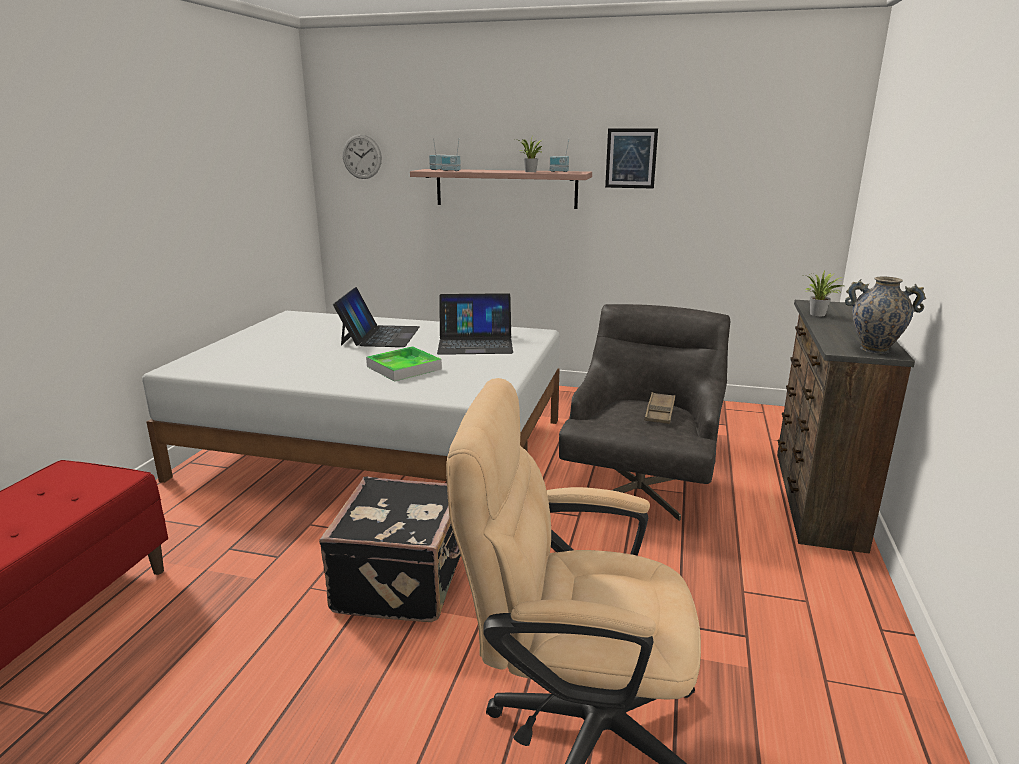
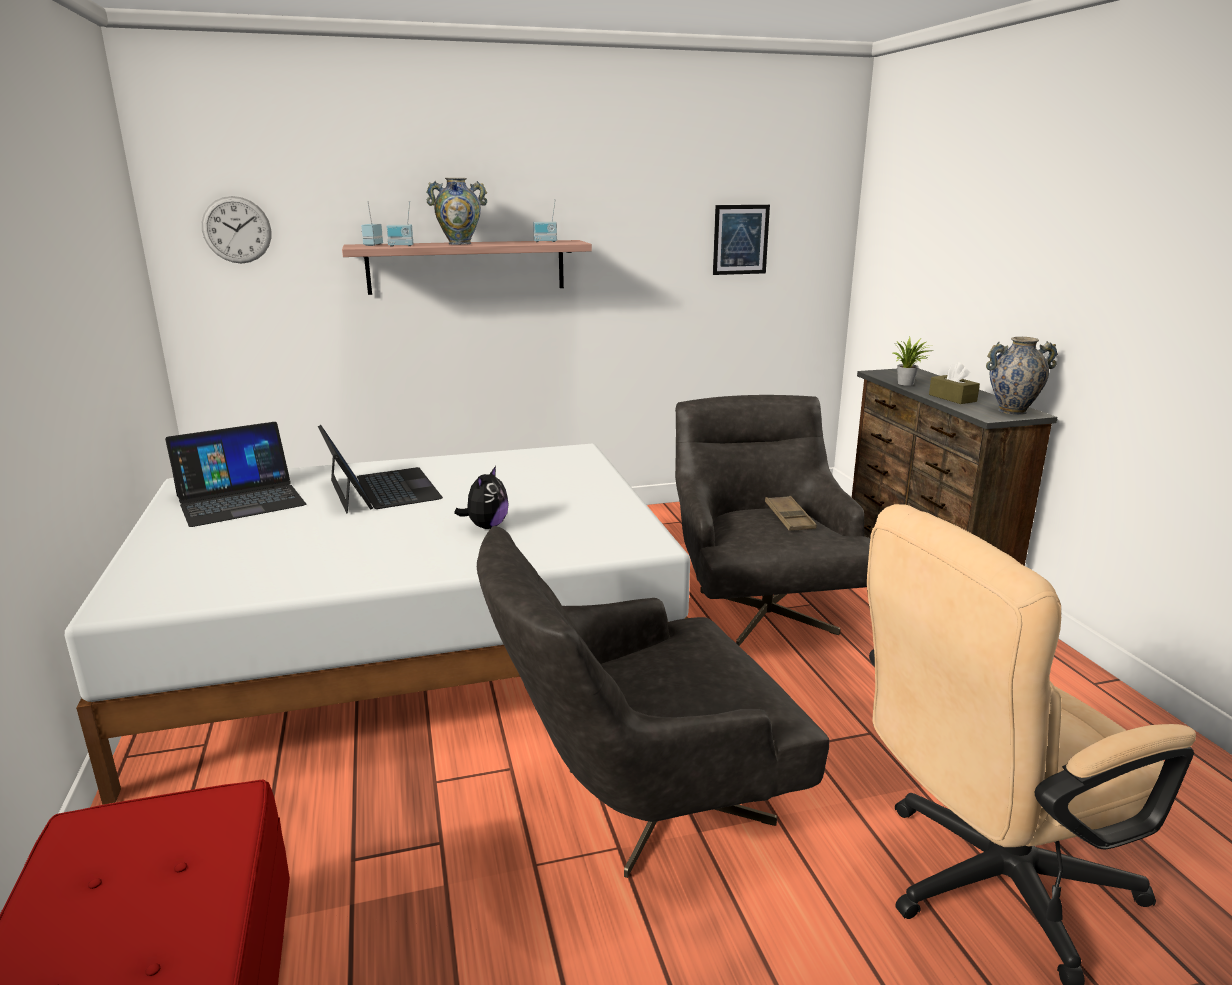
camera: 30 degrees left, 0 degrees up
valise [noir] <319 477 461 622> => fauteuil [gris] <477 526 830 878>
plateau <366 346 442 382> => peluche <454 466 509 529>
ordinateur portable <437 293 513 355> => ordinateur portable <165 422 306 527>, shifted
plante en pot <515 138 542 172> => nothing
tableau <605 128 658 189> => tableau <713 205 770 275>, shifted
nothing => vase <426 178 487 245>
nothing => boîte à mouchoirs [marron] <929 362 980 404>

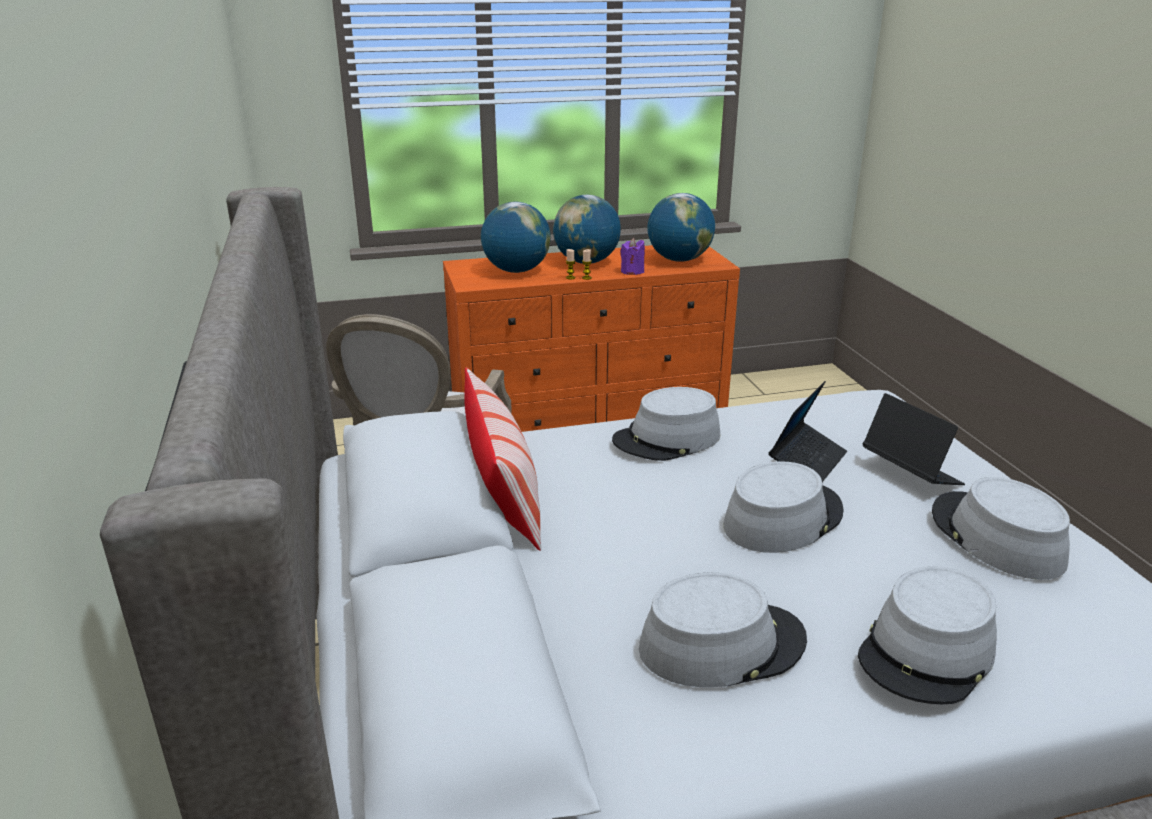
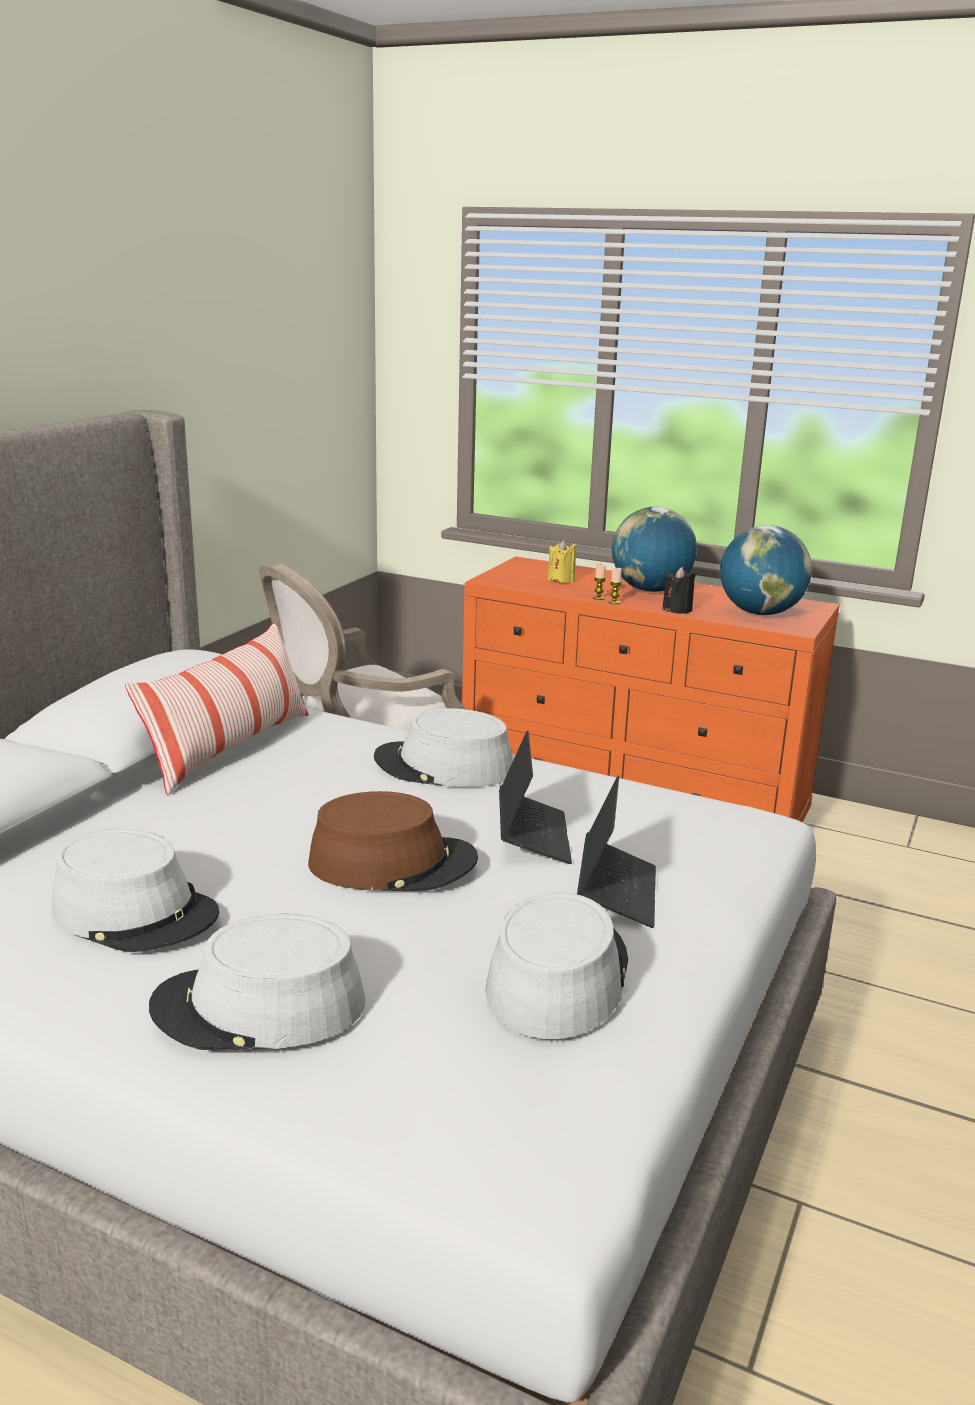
camera: 40 degrees right, 5 degrees down
globe <481 202 551 273> => bougie [jaune] <548 540 577 583>
bougie [violet] <621 238 645 275> => bougie [noir] <663 567 696 613>
chapeau [gris] <723 461 843 553> => chapeau [marron] <308 791 478 891>
ordinateur portable <769 381 847 482> => ordinateur portable <499 730 572 864>, 75 degrees counterclockwise

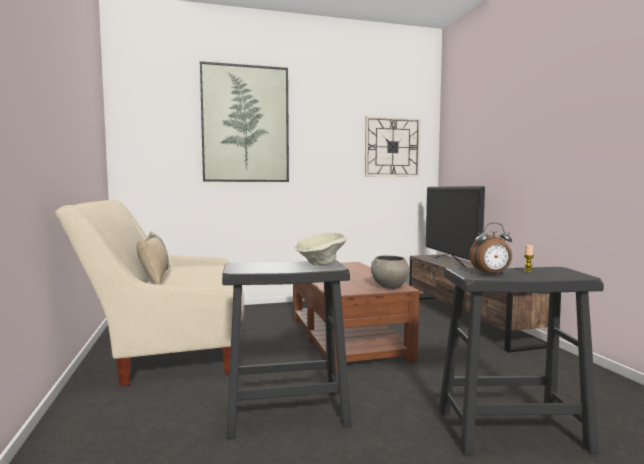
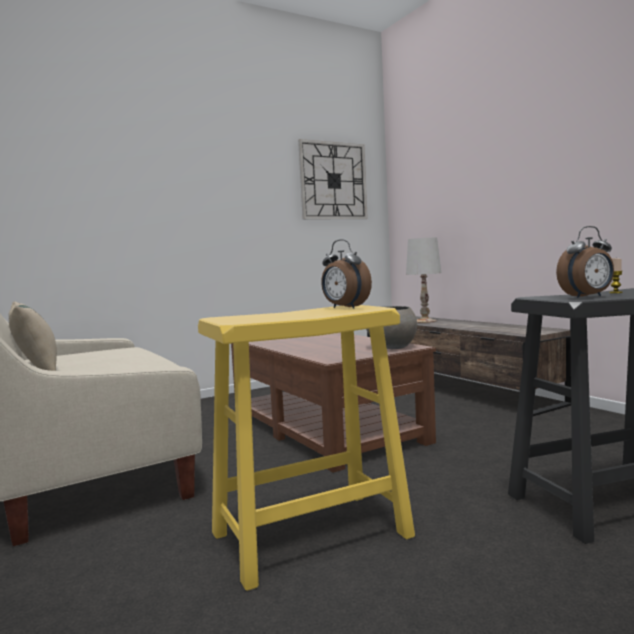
camera: 15 degrees left, 0 degrees up
tableau <200 61 289 182> => nothing
tabouret [noir] <222 260 352 439> => tabouret [jaune] <198 305 415 591>
bol [beige] <295 232 347 266> => réveil <321 239 372 309>
téléviseur <426 186 485 267> => lampe de table [blanc] <406 238 441 323>

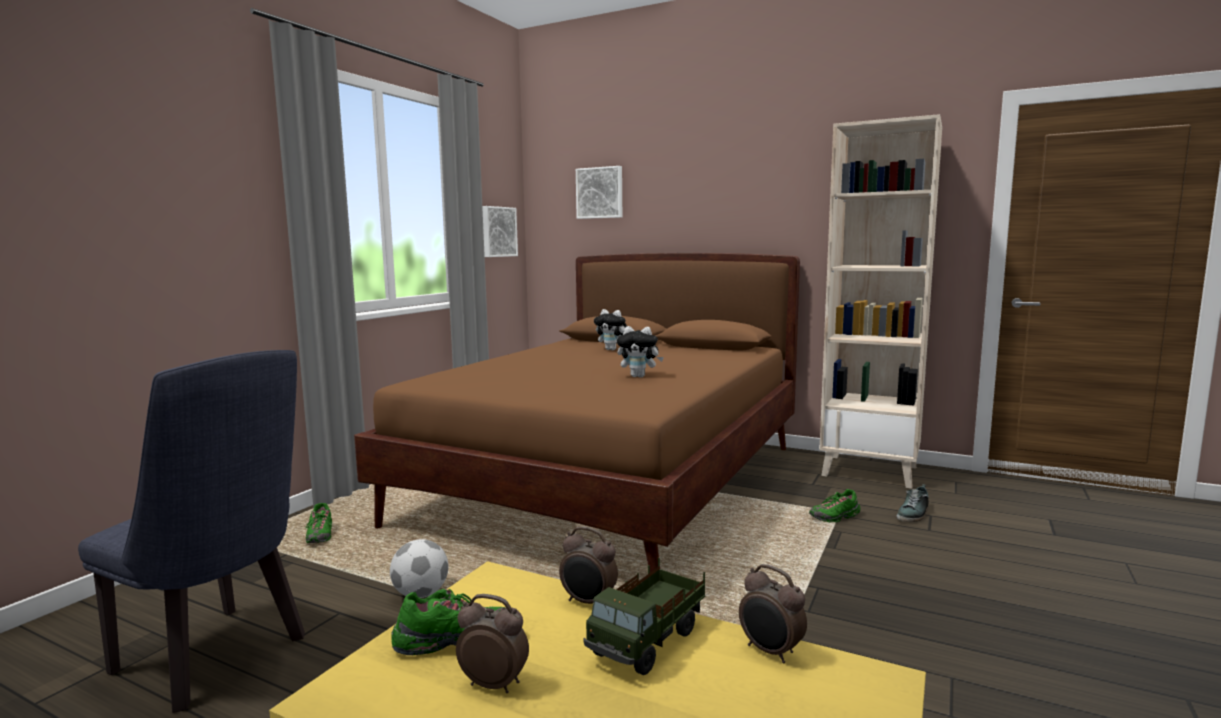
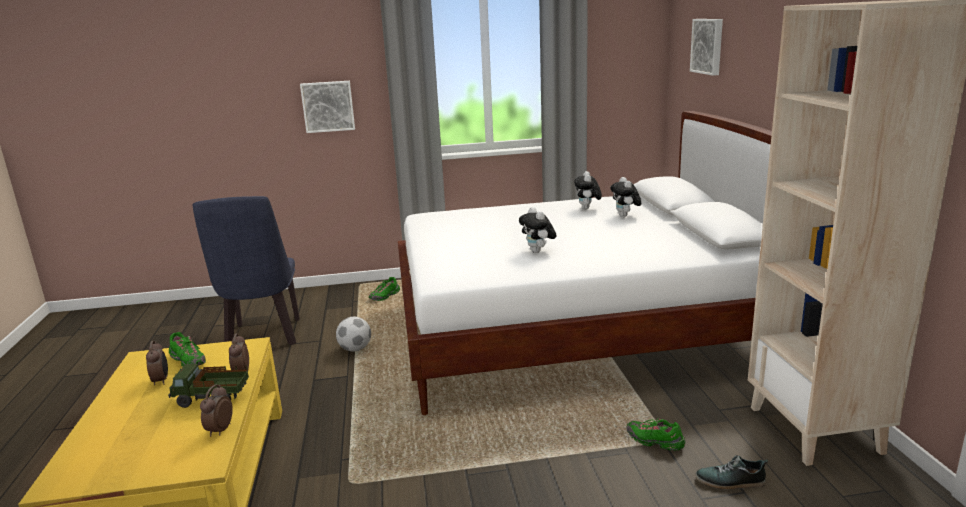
camera: 55 degrees right, 10 degrees up
lit [marron] <354 253 800 572> => lit [blanc] <398 111 772 415>
tableau <482 206 518 257> => tableau <300 81 355 133>, shifted
nothing => peluche <574 171 602 210>

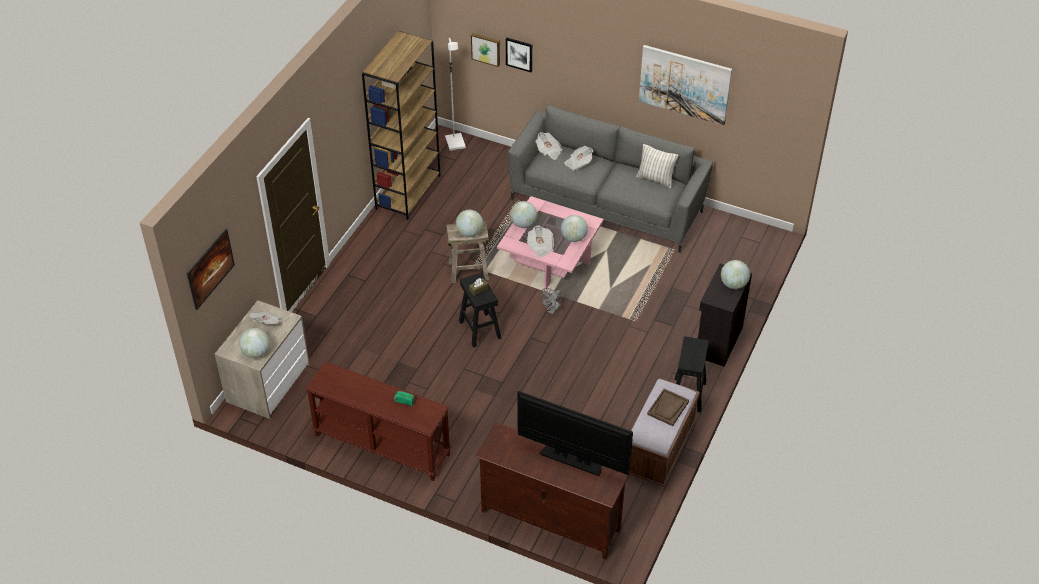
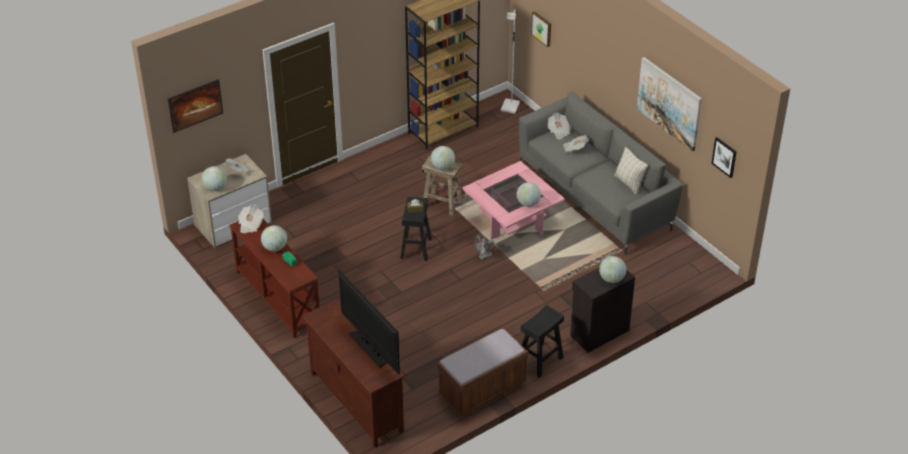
camera: 30 degrees right, 5 degrees down
tableau <506 38 532 72> => tableau <711 137 737 178>, shifted
globe <510 201 537 228> => globe <261 225 287 252>, shifted
journal <527 225 554 258> => journal <238 205 264 233>, shifted
plateau [marron] <647 389 689 426> => nothing

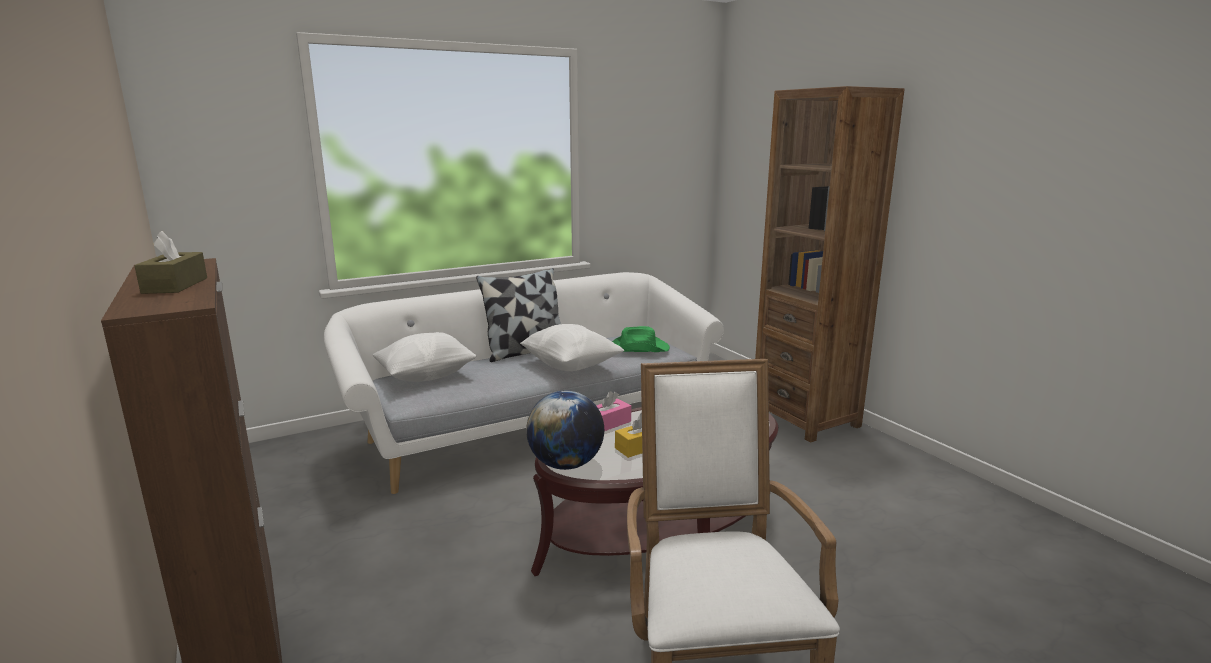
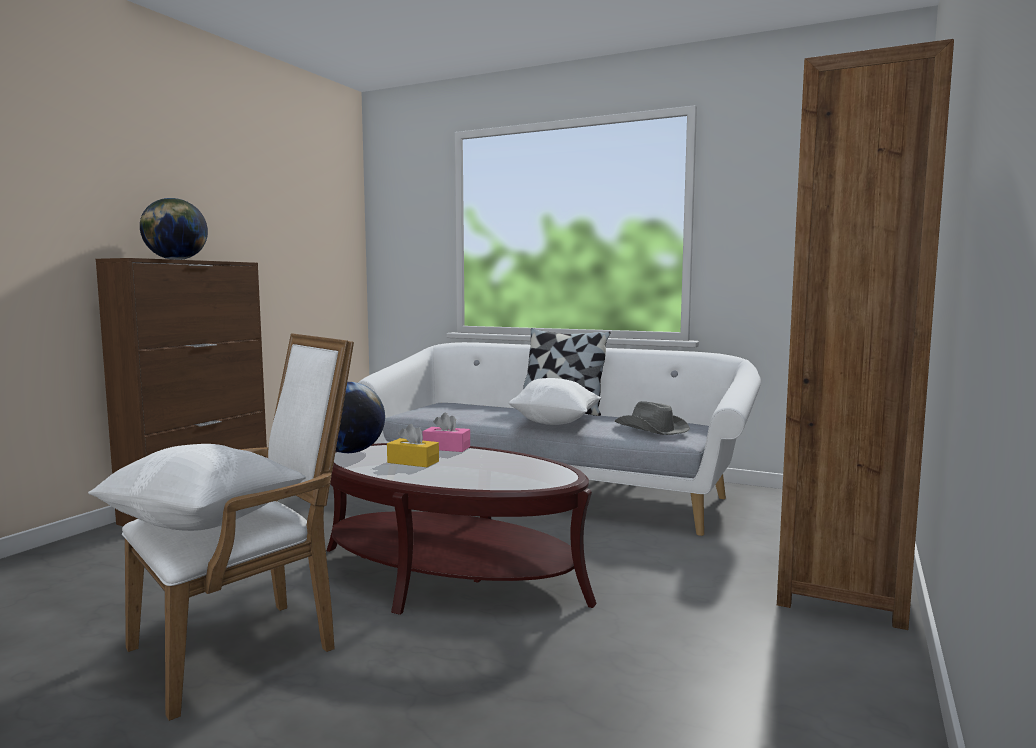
camera: 55 degrees right, 10 degrees down
boîte à mouchoirs [marron] <134 231 207 294> => globe <140 198 208 260>
coussin [blanc] <373 332 477 381> => coussin [blanc] <88 444 306 531>, shifted
chapeau [vert] <612 326 670 352> => chapeau [gris] <615 401 690 435>

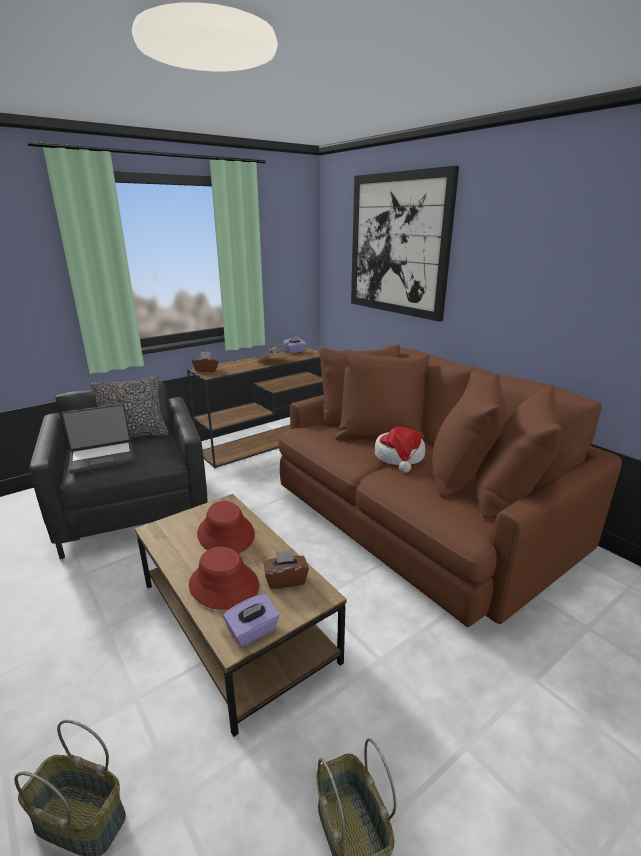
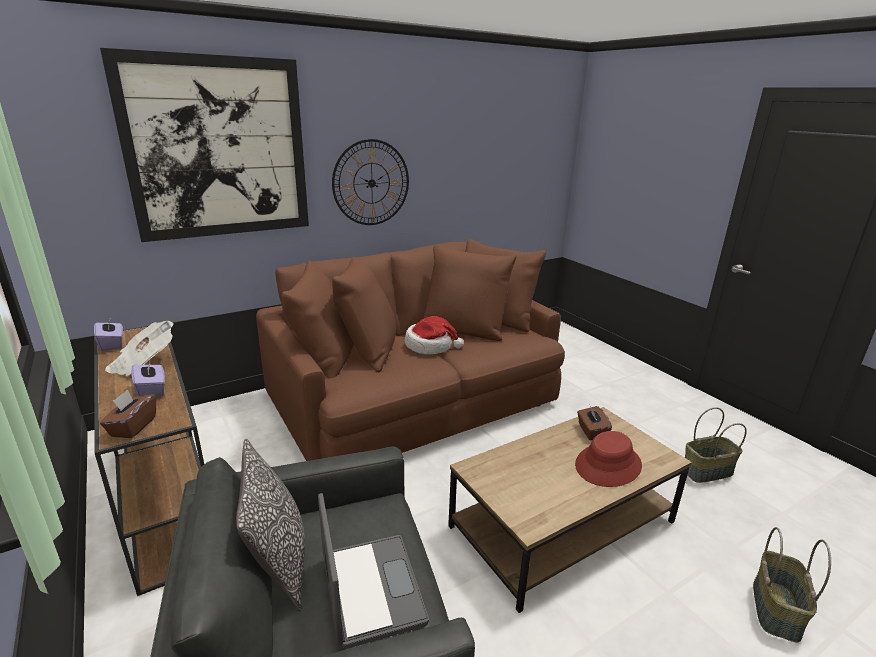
camera: 85 degrees left, 0 degrees up
chapeau [rouge] <197 501 255 554> => nothing
boîte à mouchoirs [violet] <223 594 280 647> => boîte à mouchoirs [violet] <131 357 165 397>, shifted
nothing => horloge murale <332 139 409 225>

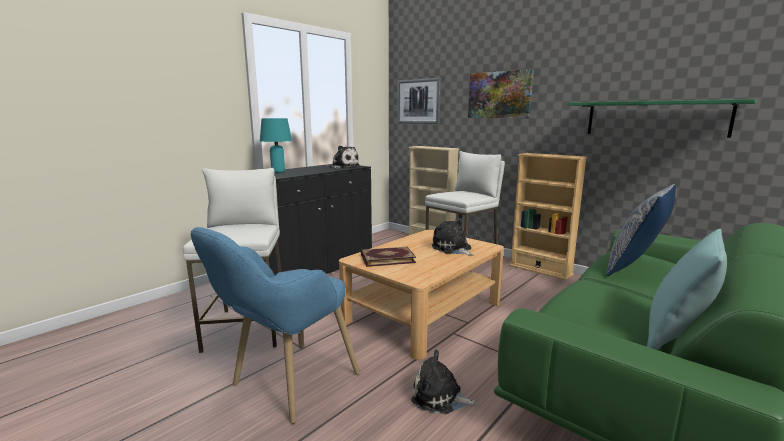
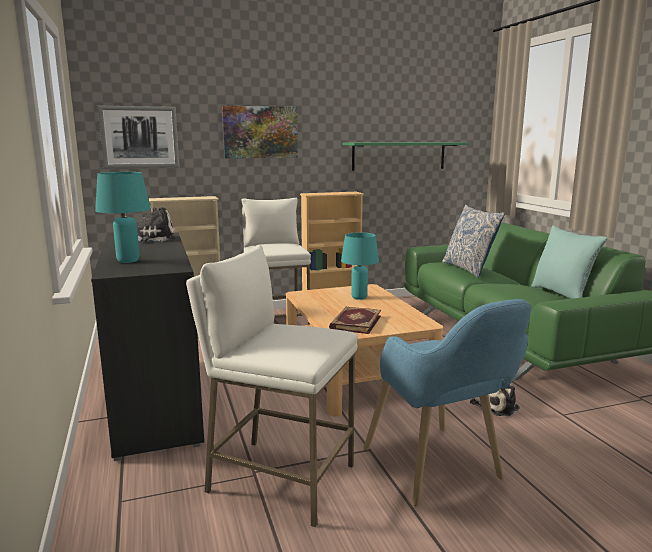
camera: 60 degrees left, 0 degrees up
peluche <432 218 473 256> => lampe de table [turquoise] <341 232 379 300>

